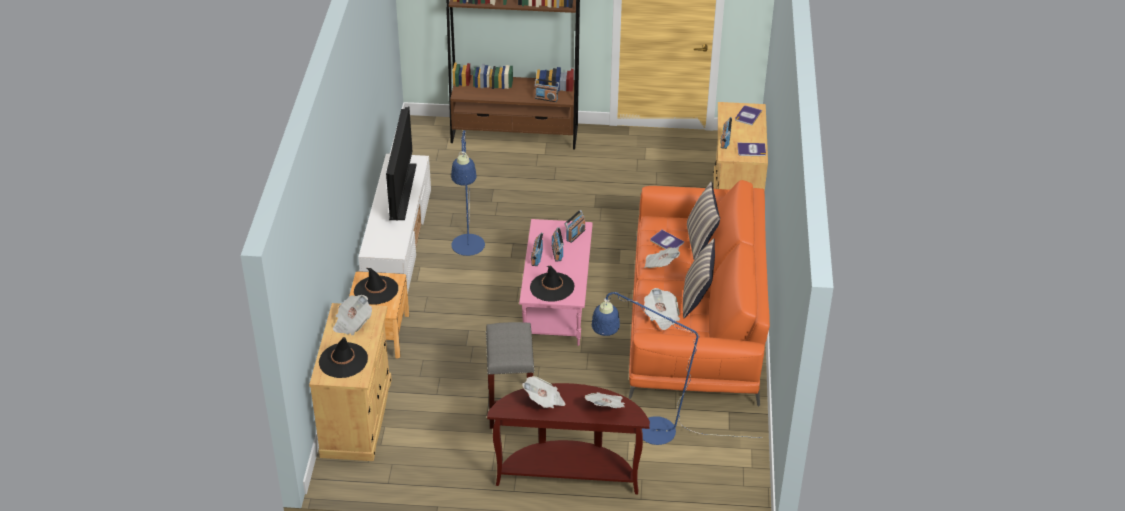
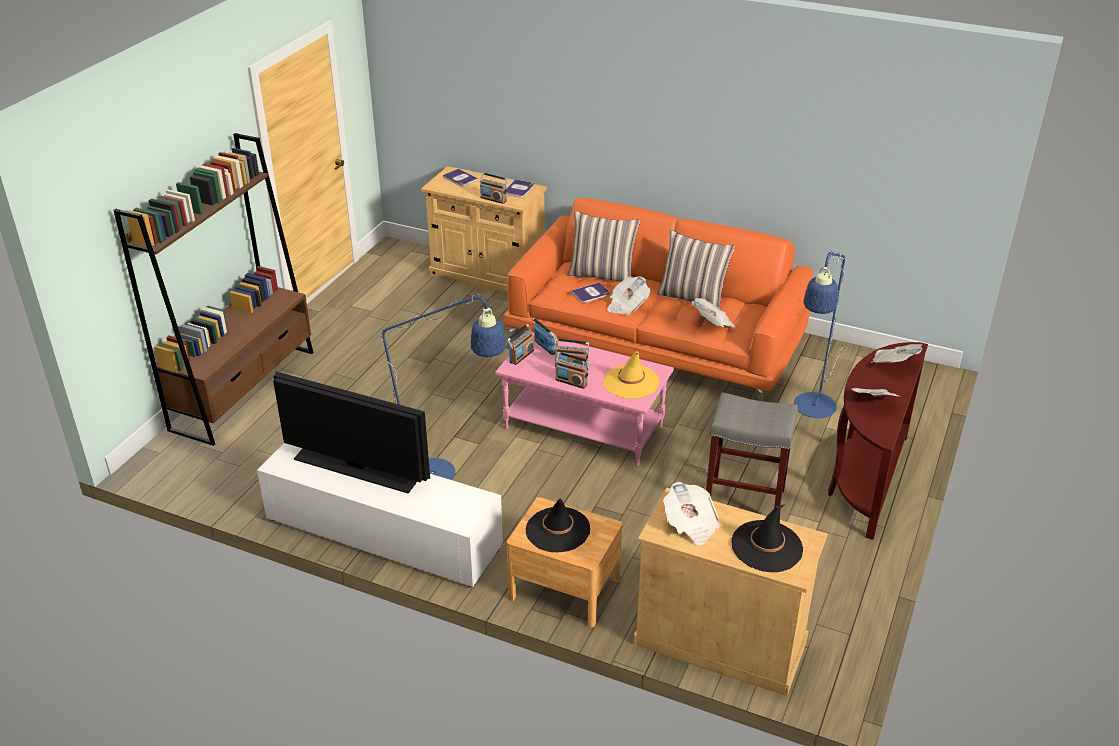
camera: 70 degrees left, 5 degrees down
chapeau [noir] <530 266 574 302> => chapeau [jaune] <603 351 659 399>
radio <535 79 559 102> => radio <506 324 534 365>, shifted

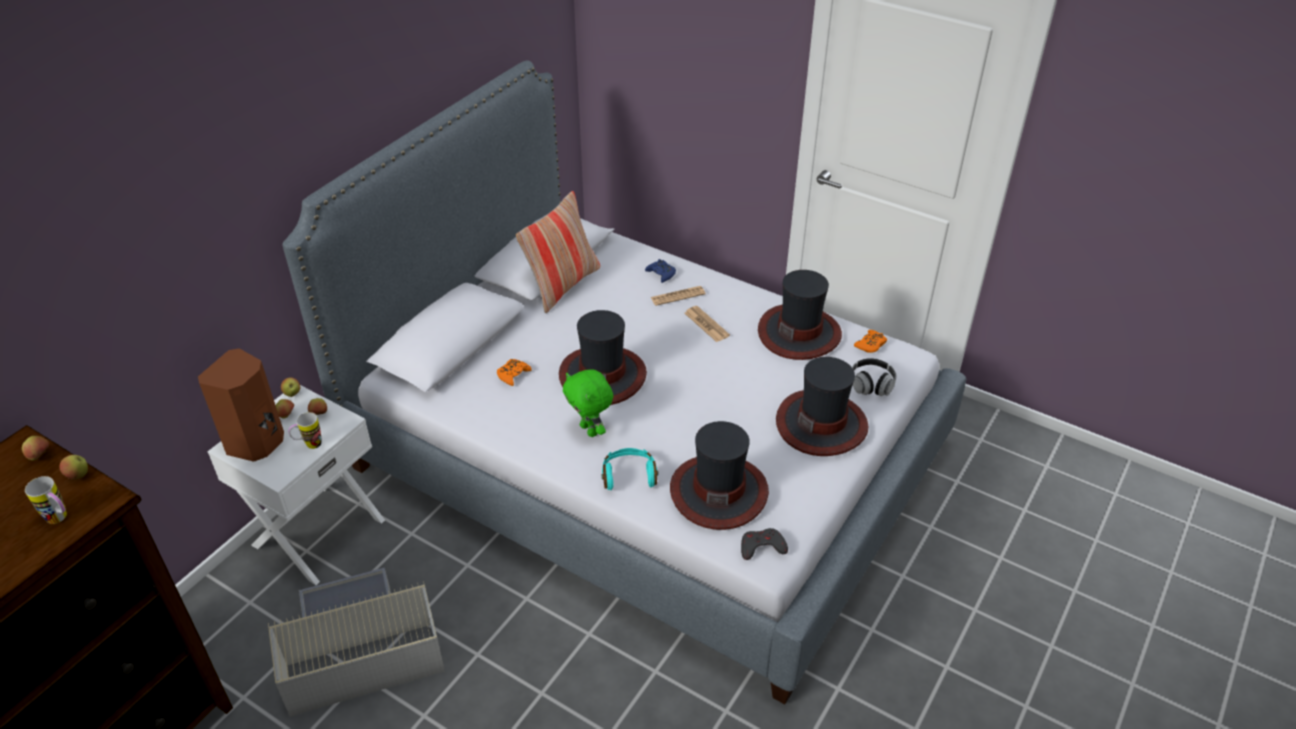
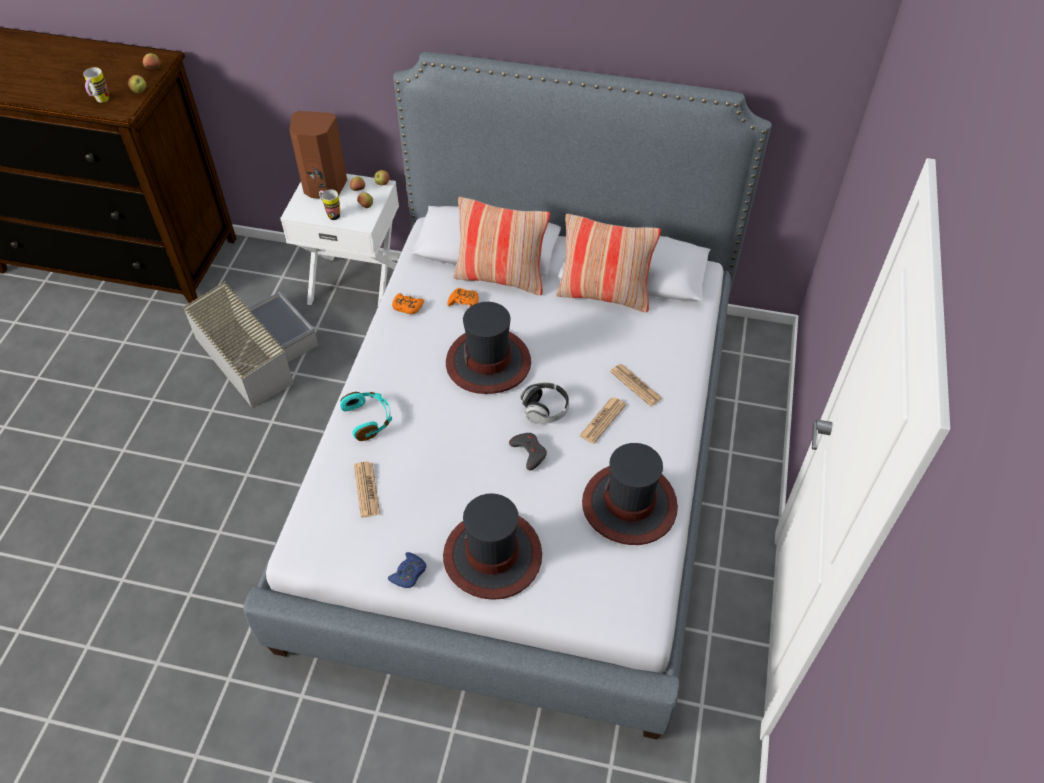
camera: 70 degrees right, 10 degrees up
peluche [vert] <563 369 613 437> => nothing
manette [bleu] <645 259 676 283> => manette [bleu] <388 552 426 588>, shifted
chapeau <670 421 769 530> => journal <354 462 380 518>
manette [gris] <741 528 788 560> => manette [gris] <509 433 547 471>, shifted
casque audio <852 358 897 396> => casque audio <520 382 569 424>, shifted
manette [orange] <854 330 887 353> => manette [orange] <392 293 424 314>, shifted
nothing => coussin <454 197 550 295>

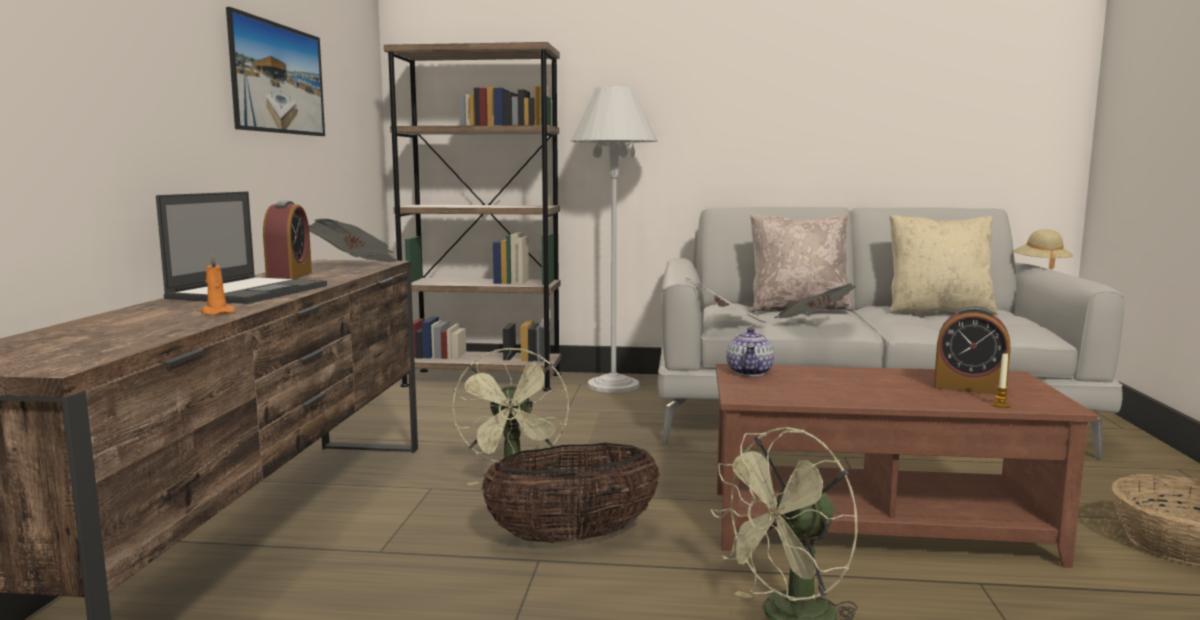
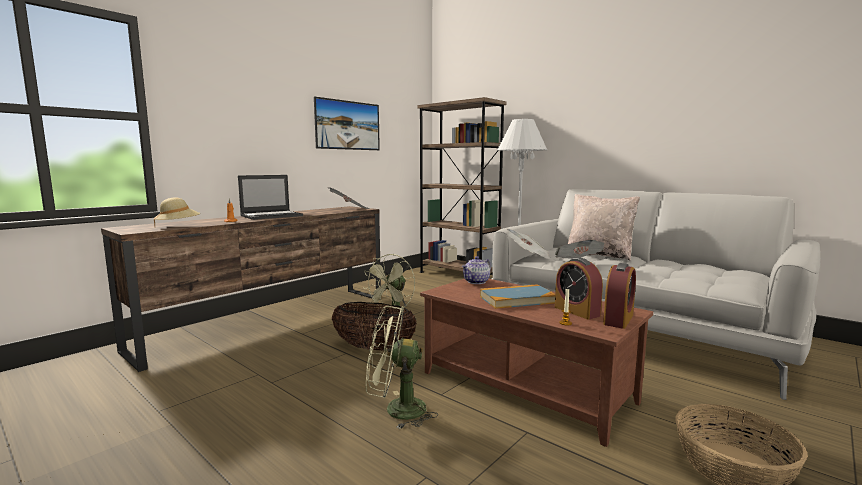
camera: 35 degrees right, 0 degrees up
réveil <263 200 312 279> => réveil <603 263 636 329>, shifted
coussin [beige] <889 215 998 315> => nothing
chapeau [beige] <1014 229 1073 270> => chapeau [beige] <153 197 200 227>, shifted
nothing => livre <480 284 555 309>

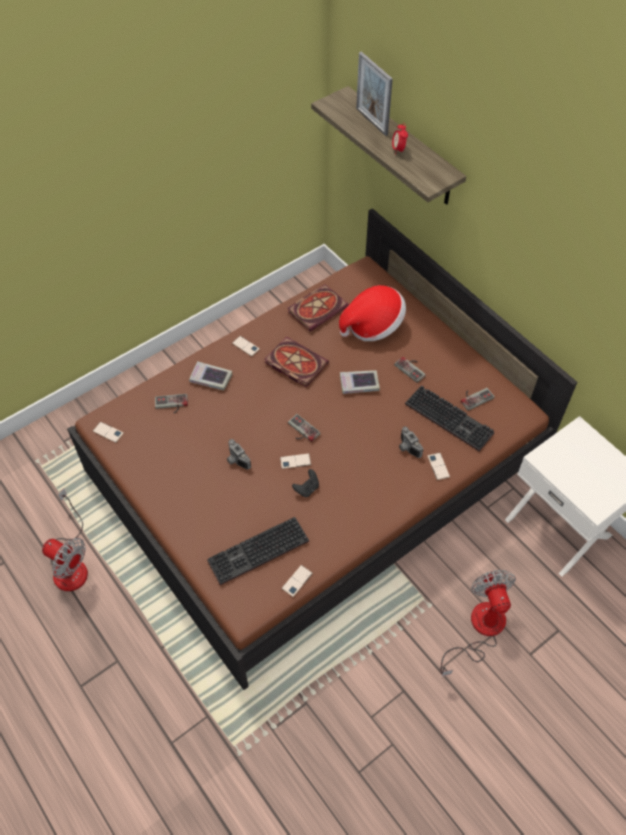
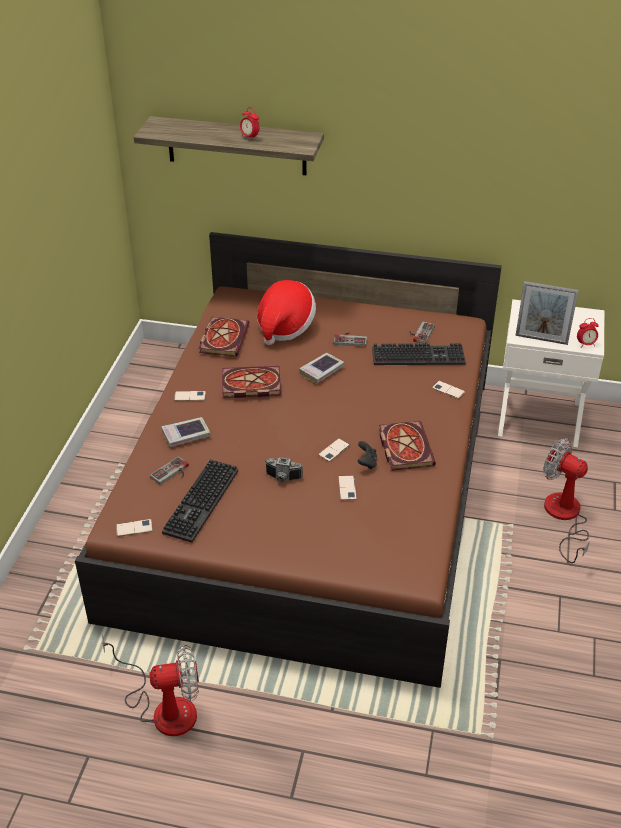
camera: 40 degrees left, 15 degrees down
clavier <207 517 309 585> => clavier <162 459 238 543>, shifted
téléphone <282 565 313 597> => téléphone <338 475 357 500>, shifted
manette <288 414 320 442> => nothing
cadre photo <356 52 393 136> => cadre photo <515 281 579 345>, shifted
appareil photo <399 427 423 458> => nothing
nothing => livre <379 421 436 471>
nothing => réveil <577 318 599 348>

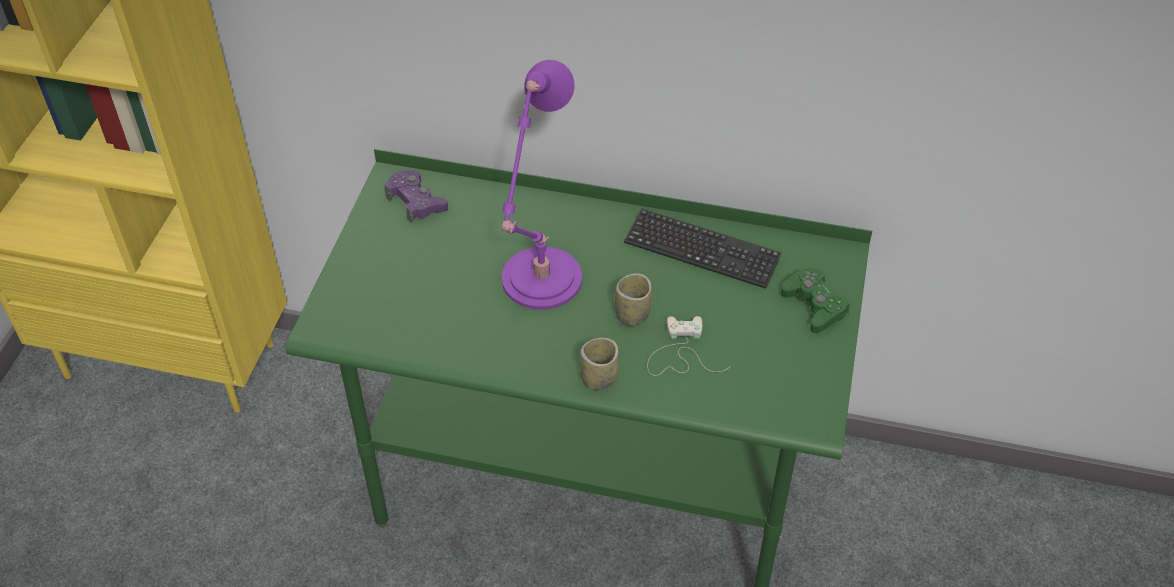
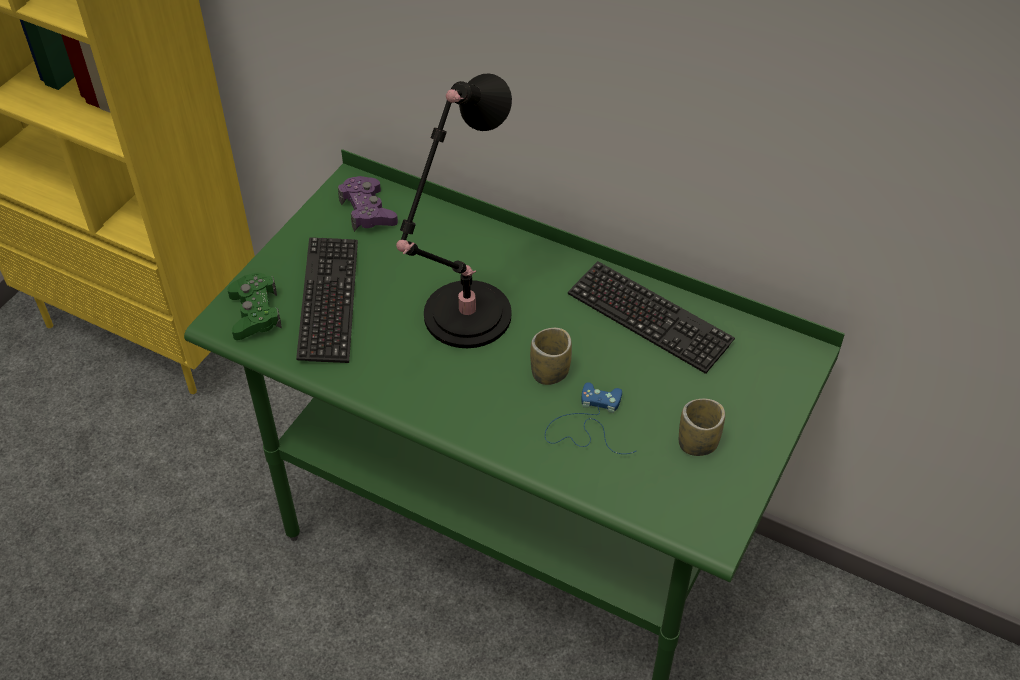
camera: 15 degrees right, 0 degrees up
lampe de table [violet] <501 60 582 310> => lampe de table [noir] <396 73 512 348>
tasse <580 338 619 390> => tasse <679 399 725 456>, shifted
manette [blanc] <647 316 731 376> => manette [bleu] <545 382 637 454>
manette [vert] <781 267 850 333> => manette [vert] <227 273 282 340>, shifted
nothing => clavier <296 237 358 363>

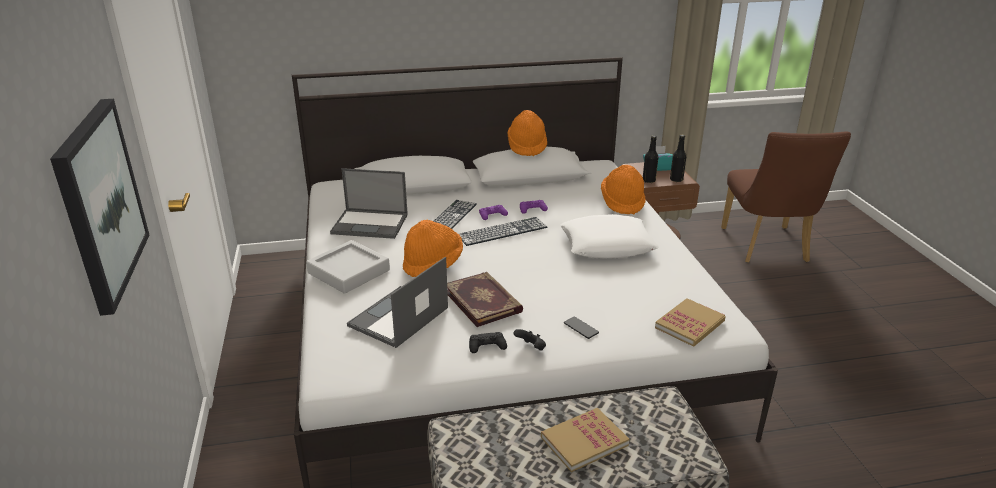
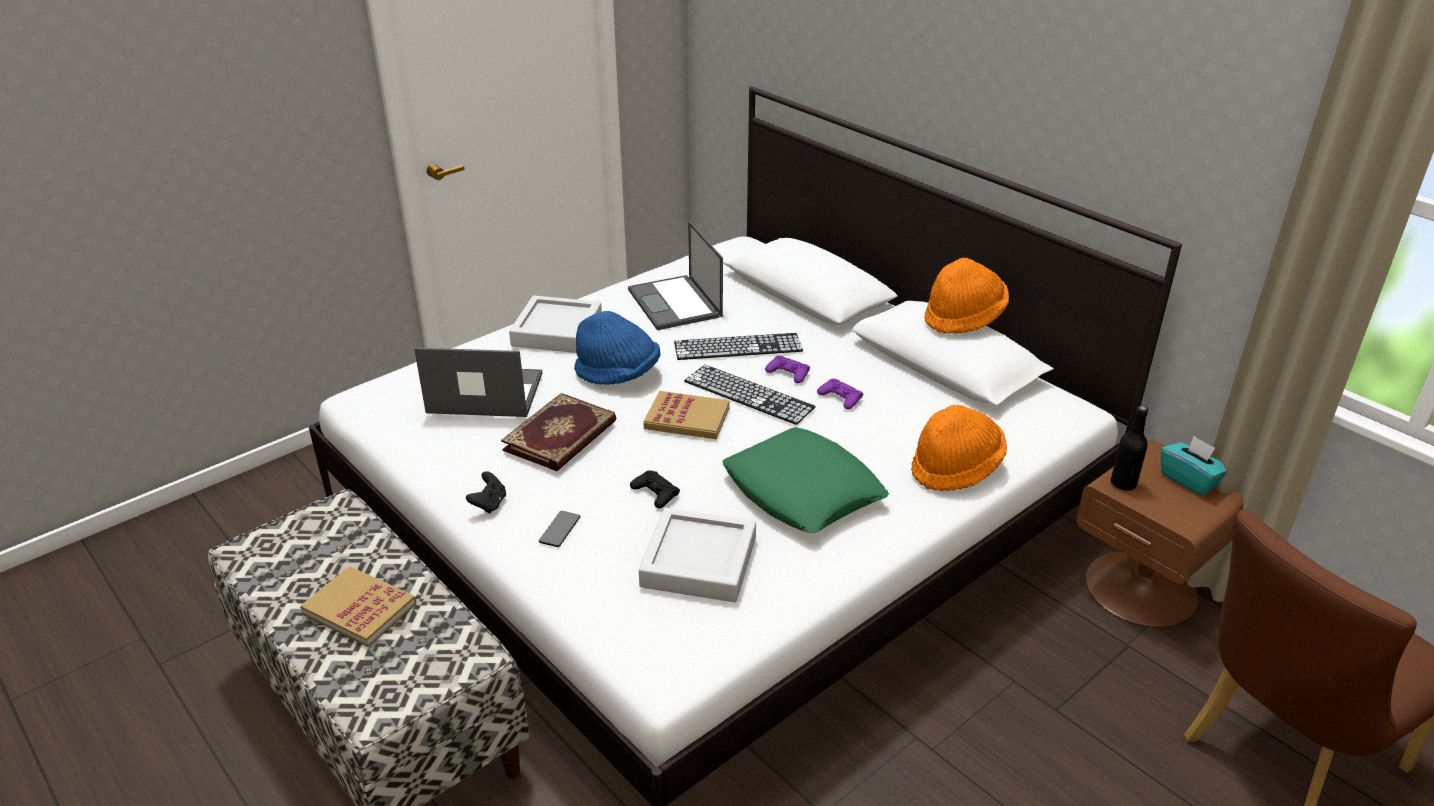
camera: 60 degrees right, 5 degrees up
tableau <50 99 149 316> => nothing
chapeau [orange] <403 220 463 277> => chapeau [bleu] <574 311 661 385>
manette [noir] <469 332 507 353> => manette [noir] <630 470 680 508>, shifted
coussin [blanc] <560 214 658 259> => coussin [vert] <722 428 889 533>
livre <655 298 726 347> => livre <643 391 730 440>, shifted
bouteille [noir] <670 135 686 182> => nothing
nothing => plateau [gris] <639 508 756 602>

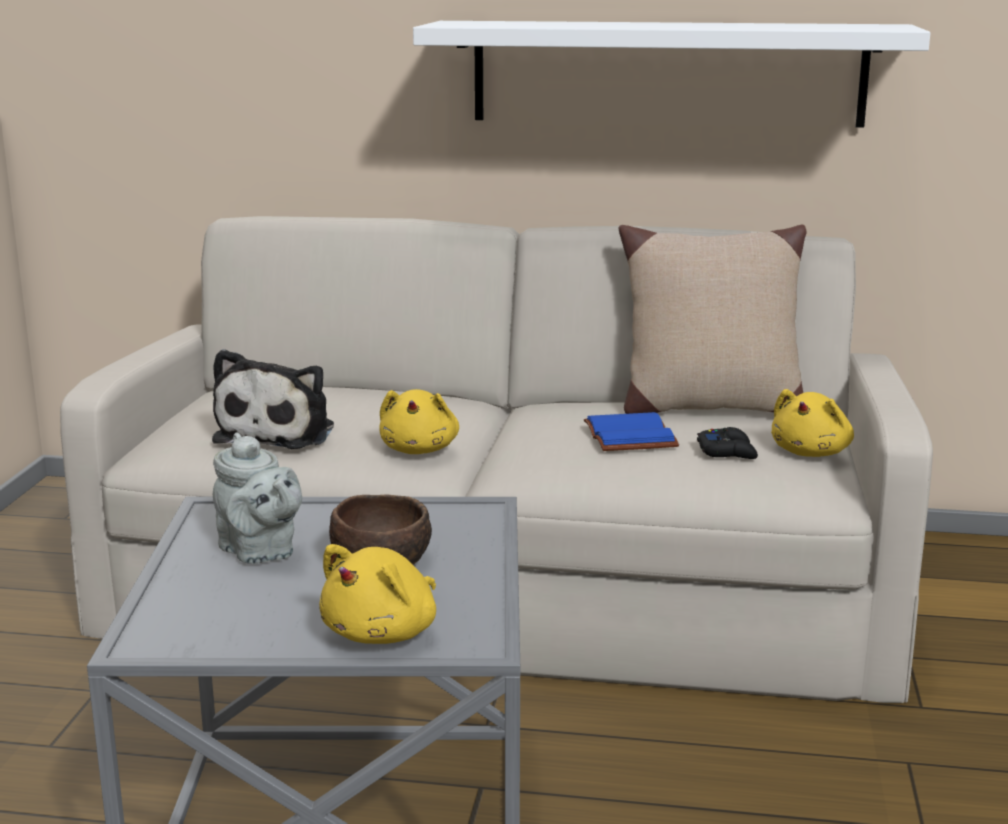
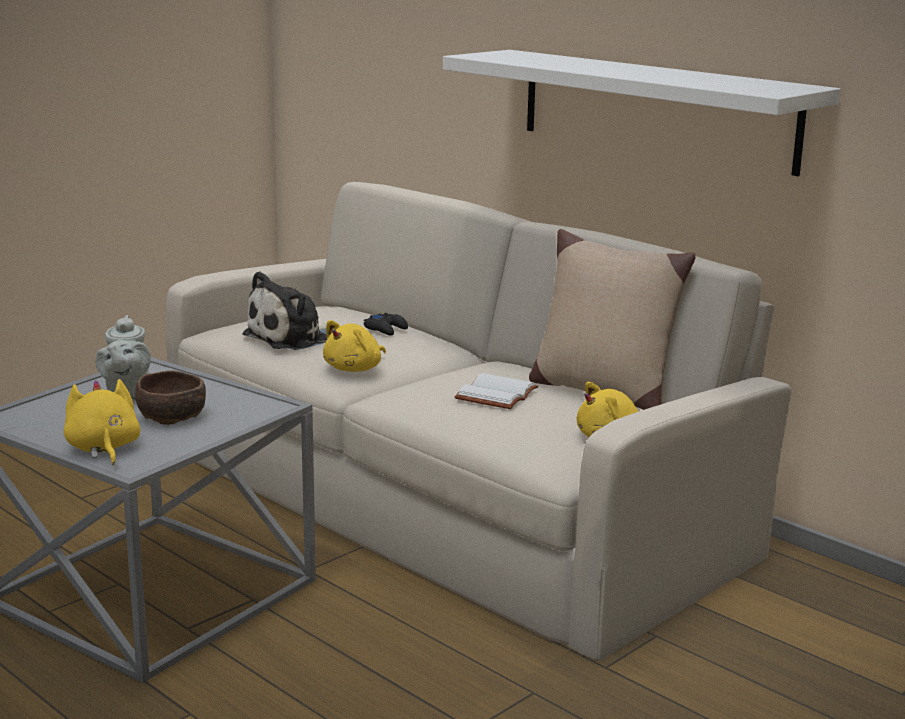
camera: 35 degrees right, 0 degrees up
peluche [jaune] <319 544 436 644> => peluche [jaune] <64 379 141 465>, 90 degrees clockwise
livre [bleu] <584 412 679 451> => livre [blanc] <455 373 538 409>
manette [noir] <697 427 758 459> => manette [noir] <363 313 408 336>, shifted

